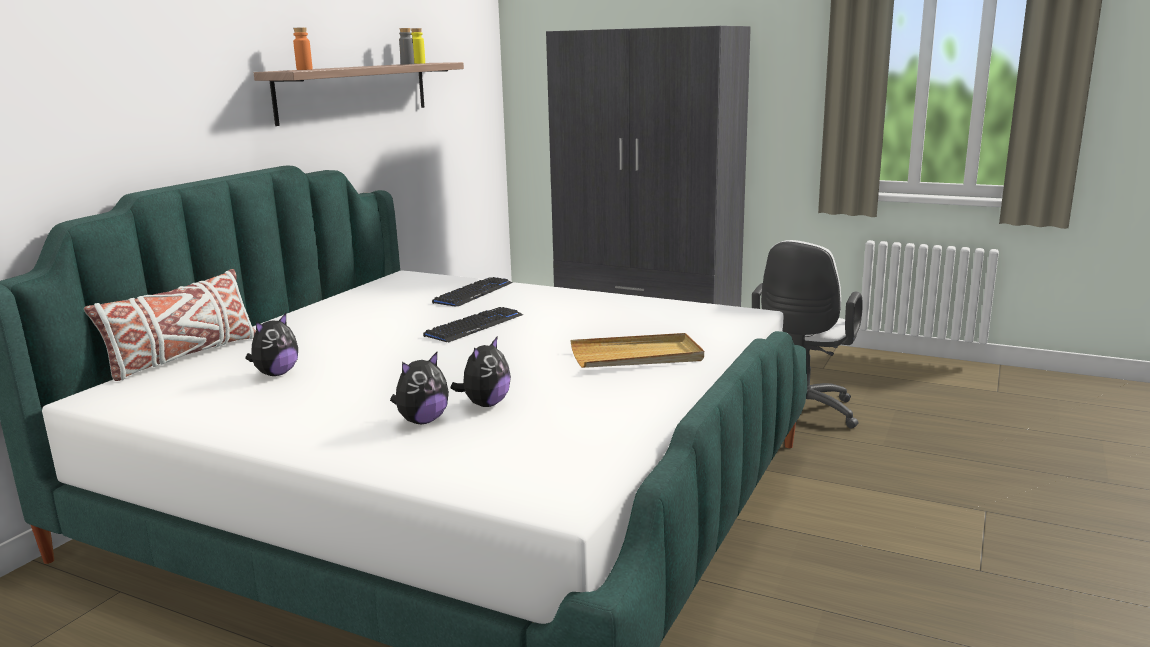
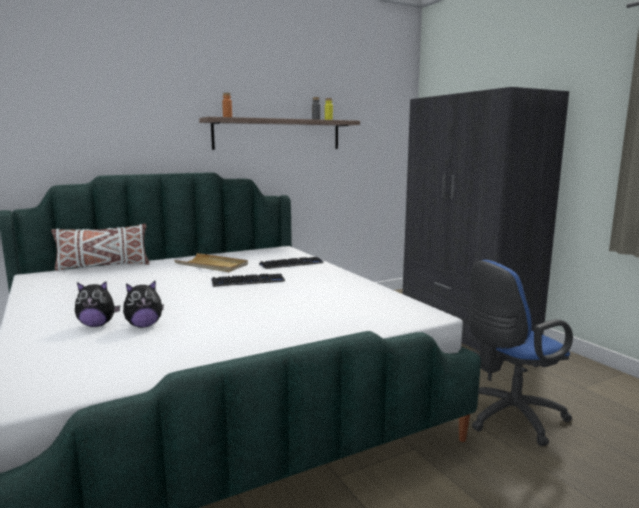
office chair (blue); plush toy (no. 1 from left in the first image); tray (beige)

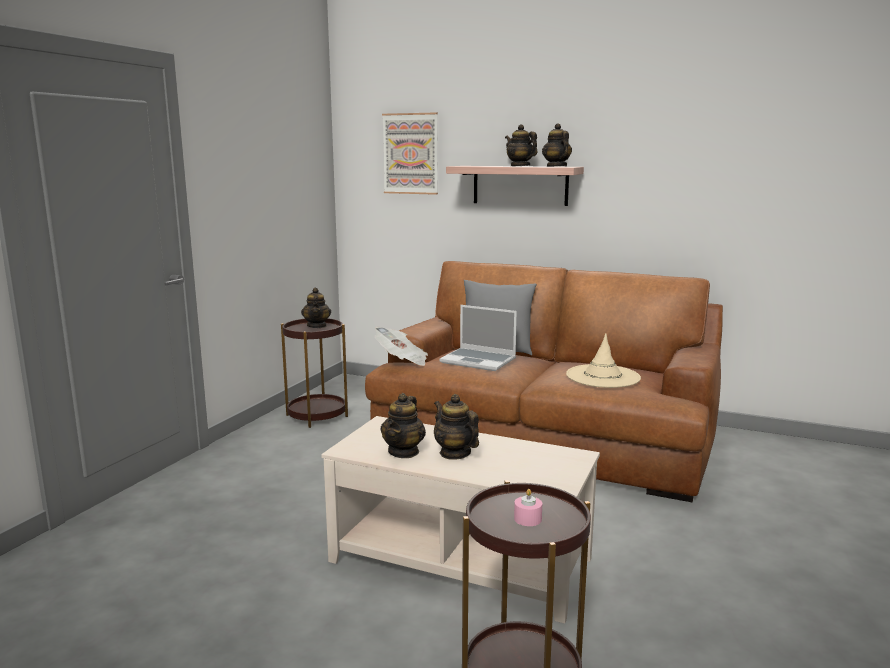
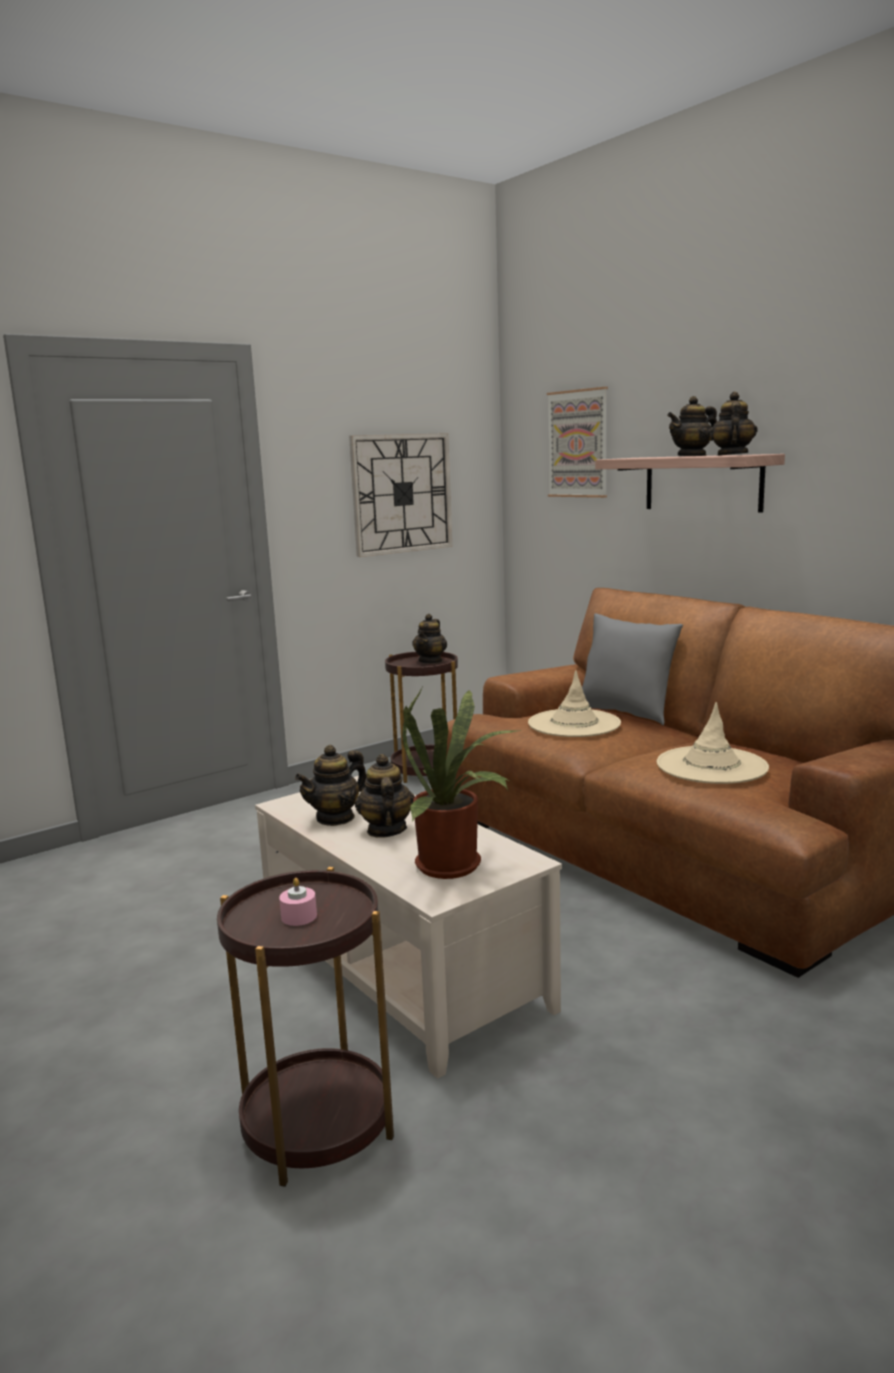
teapot (no. 4 from left); hat (beige) (no. 1 from left); newspaper; wall clock; potted plant

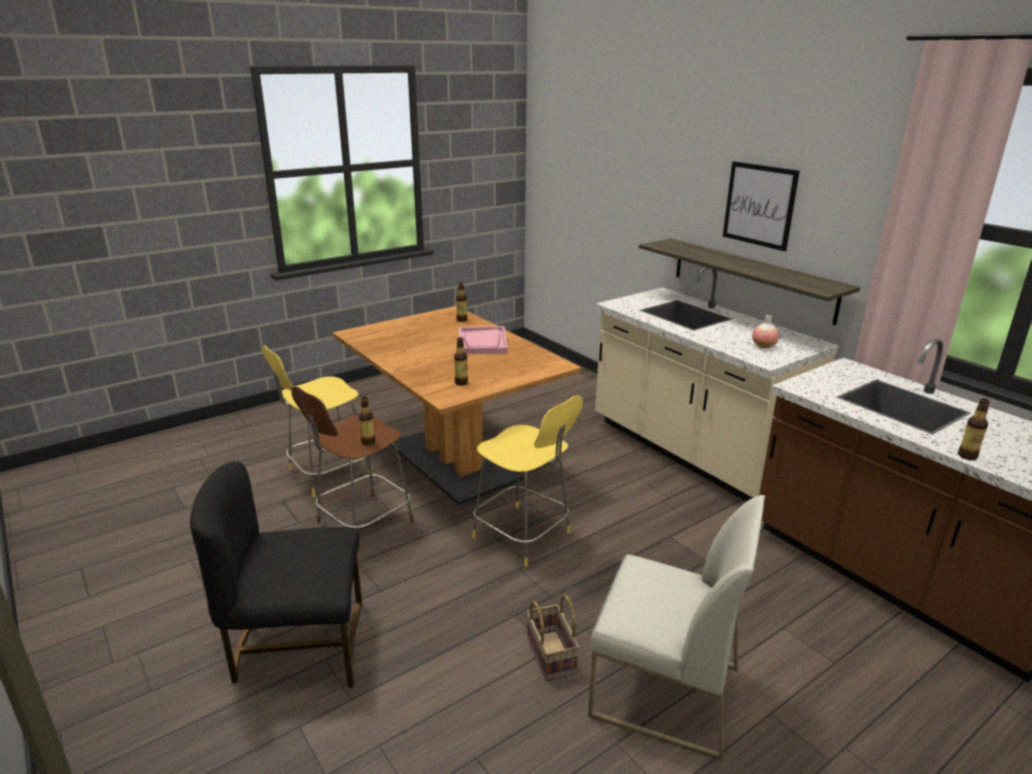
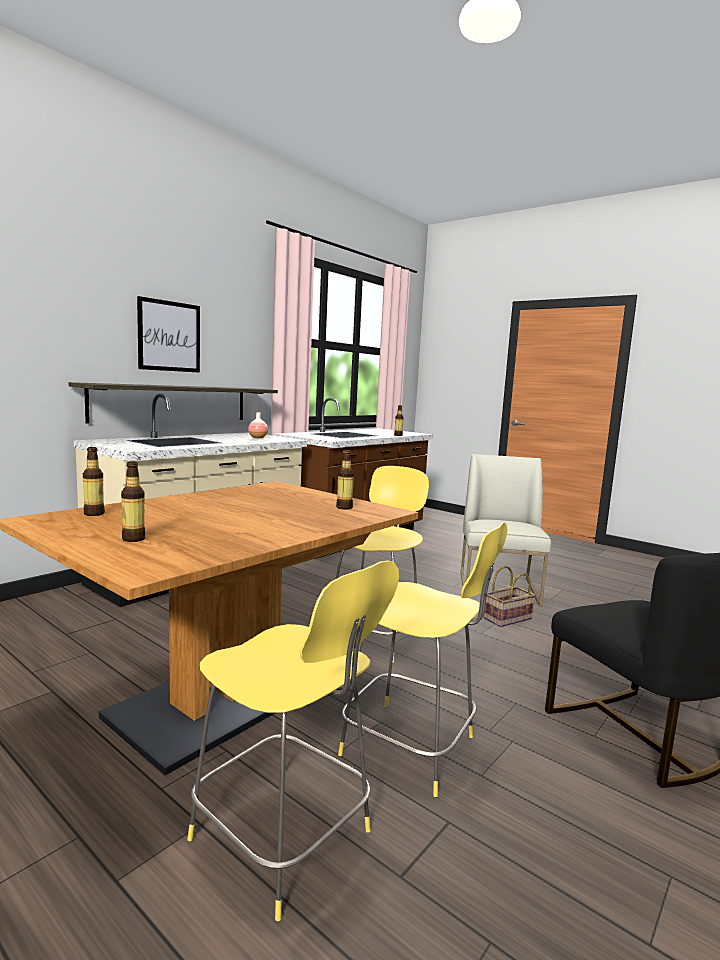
tray (pink); stool (yellow) (no. 3 from left); bottle (no. 2 from left)

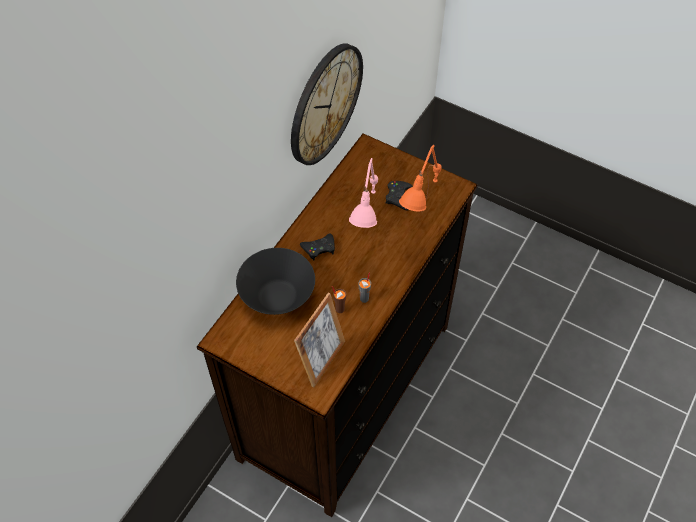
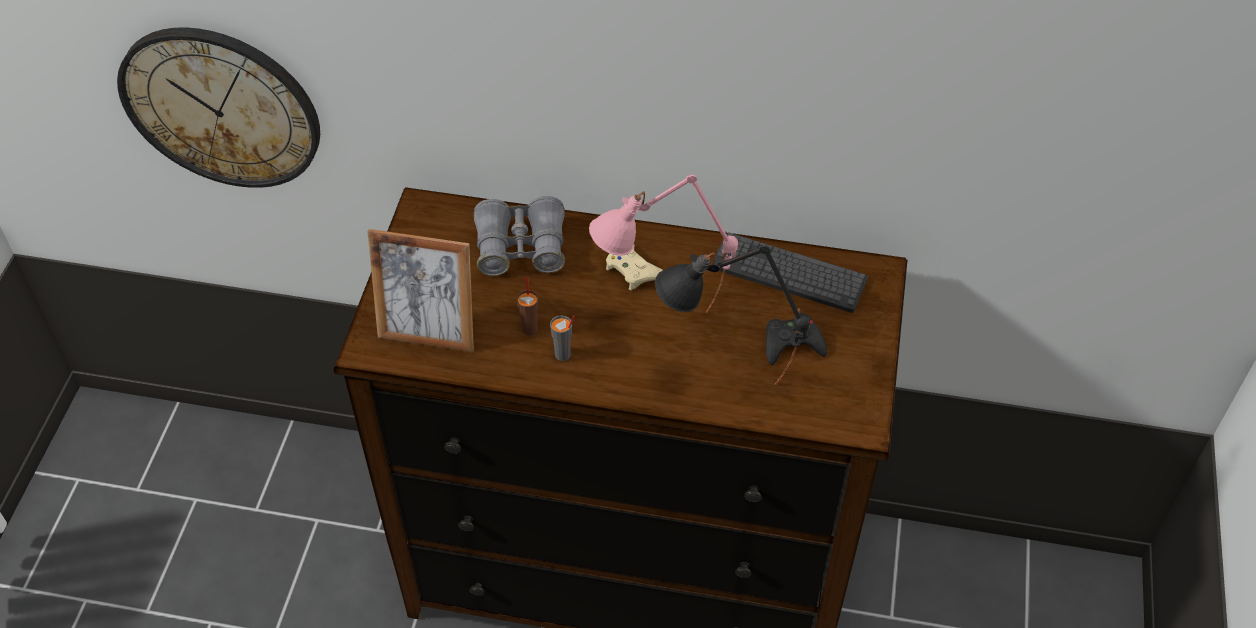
wall clock; table lamp (black); game controller (beige); binoculars (grey); keyboard

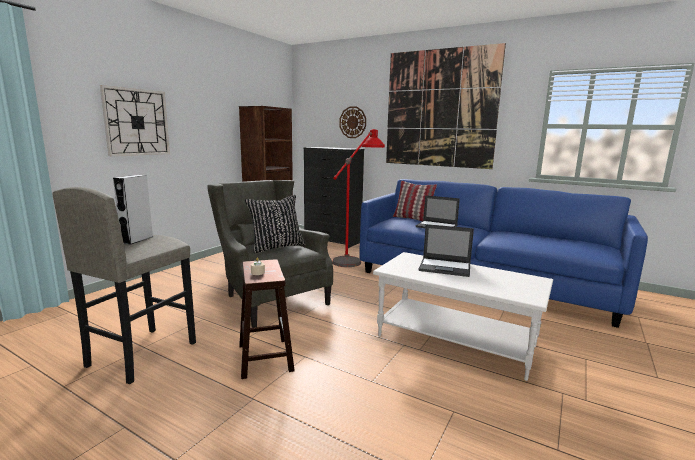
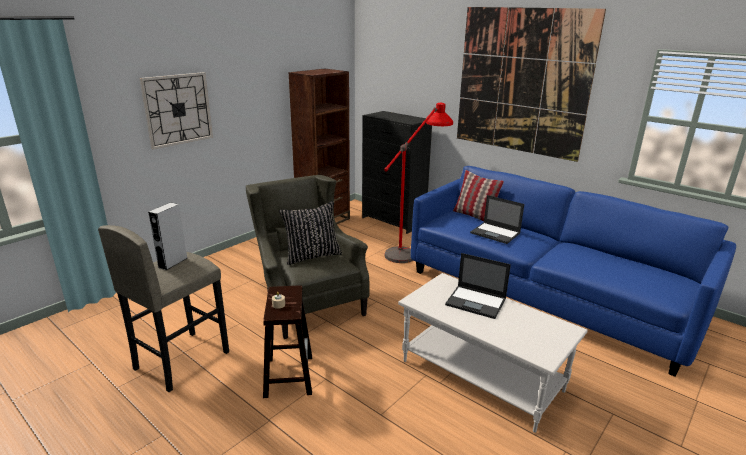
wall clock (no. 2 from left in the first image)

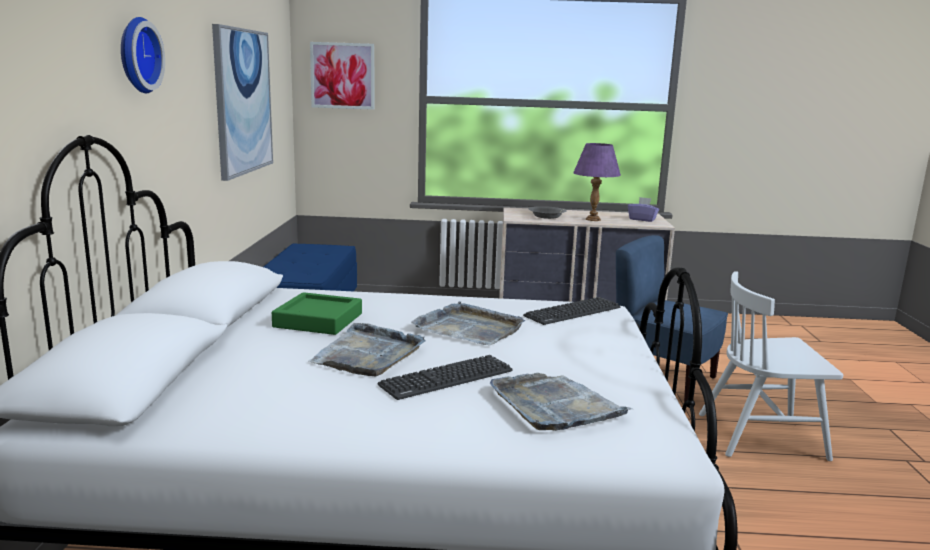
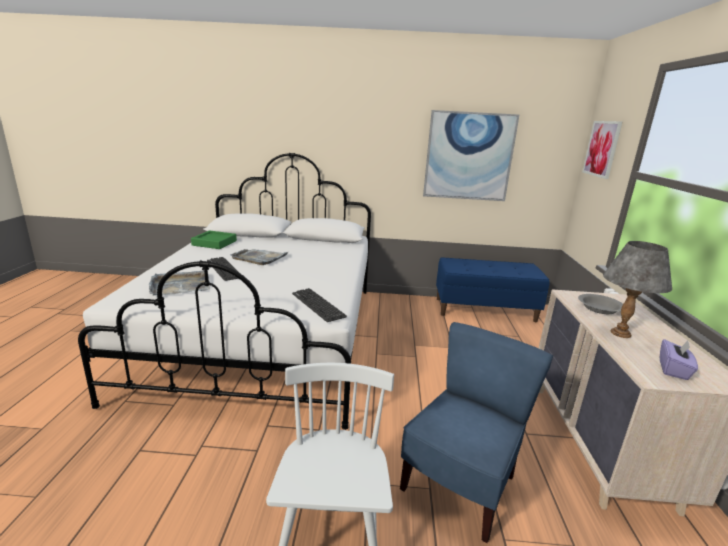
wall clock; table lamp (grey); tray (green); tray (grey) (no. 2 from left in the first image)

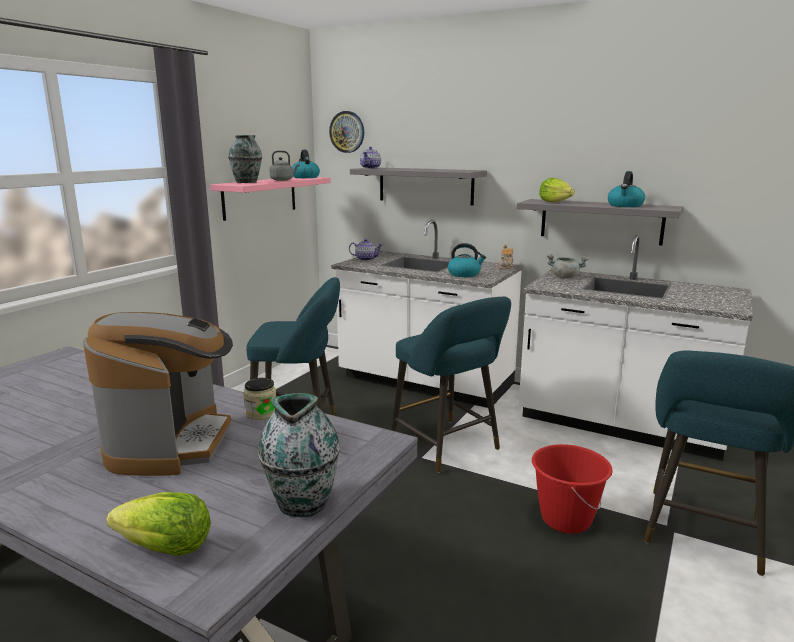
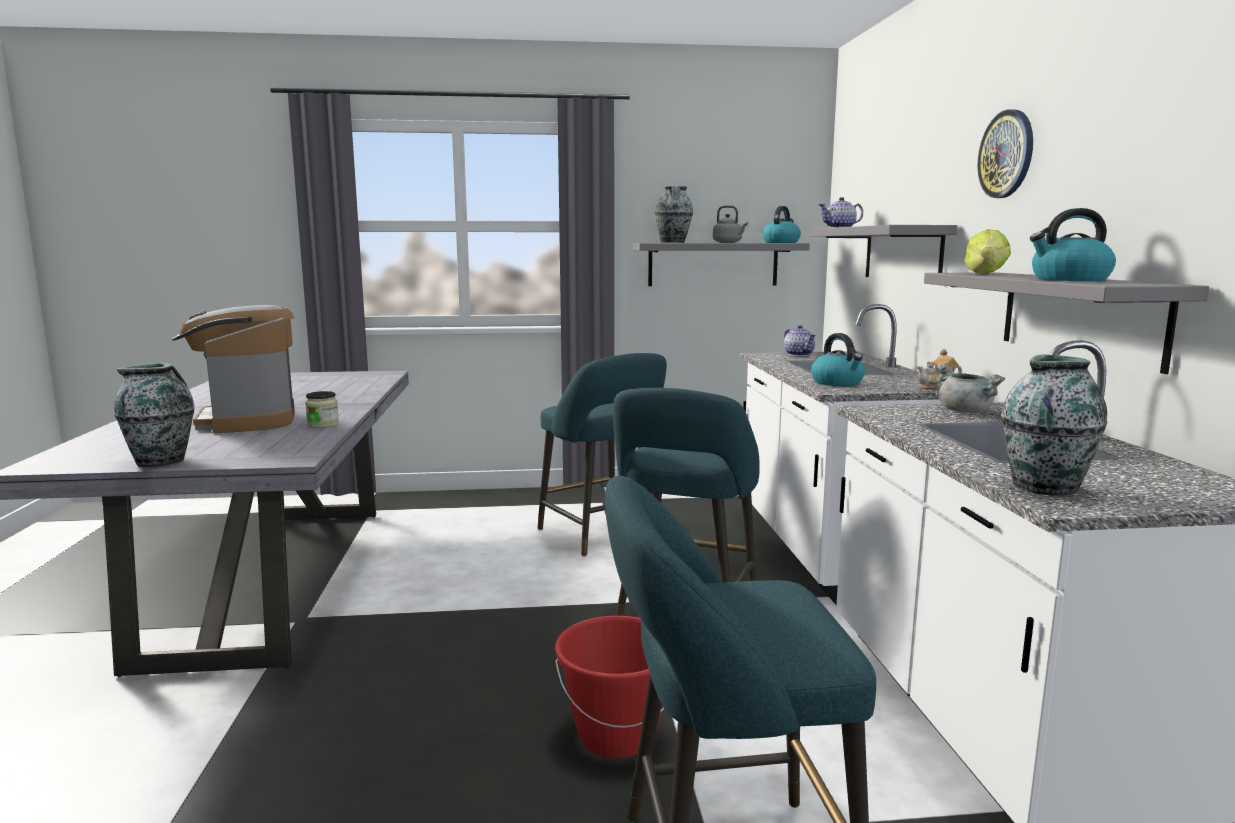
wall clock; shelf (grey) (no. 1 from left); coffee machine; lettuce (no. 1 from left in the first image); vase (no. 3 from left)

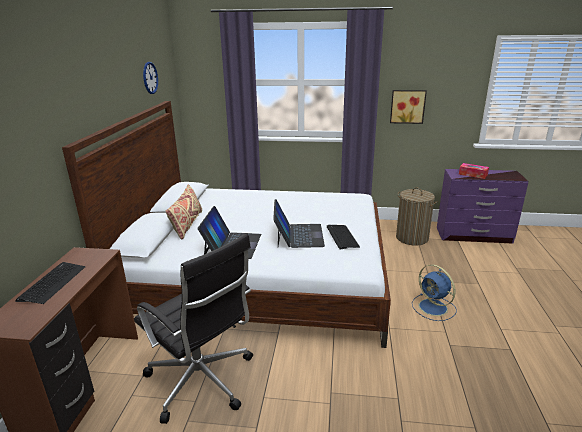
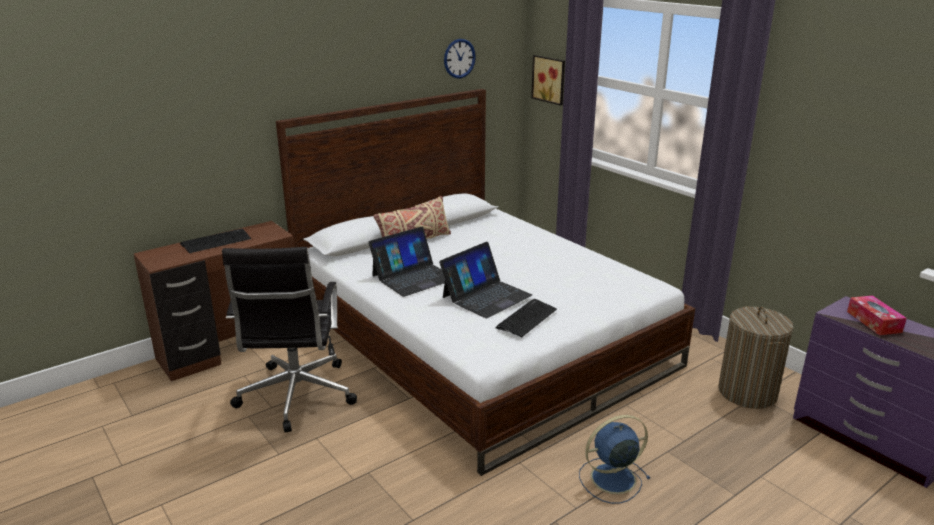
picture; fan (blue)

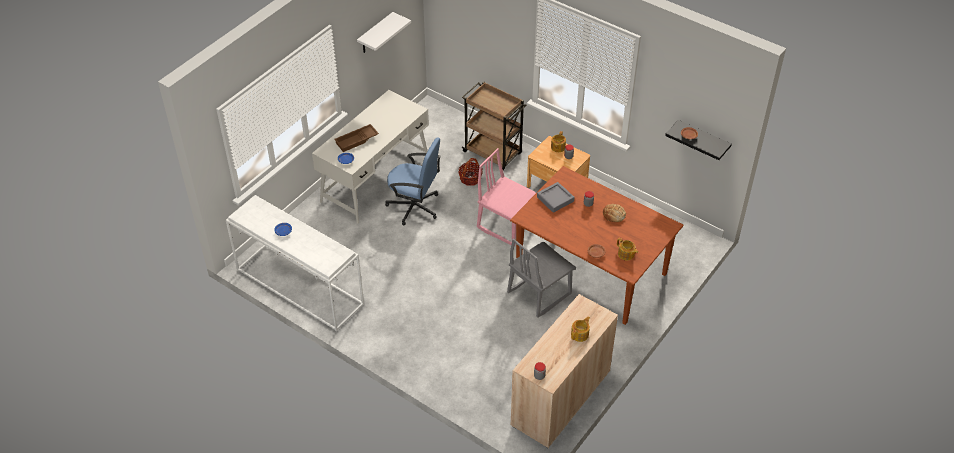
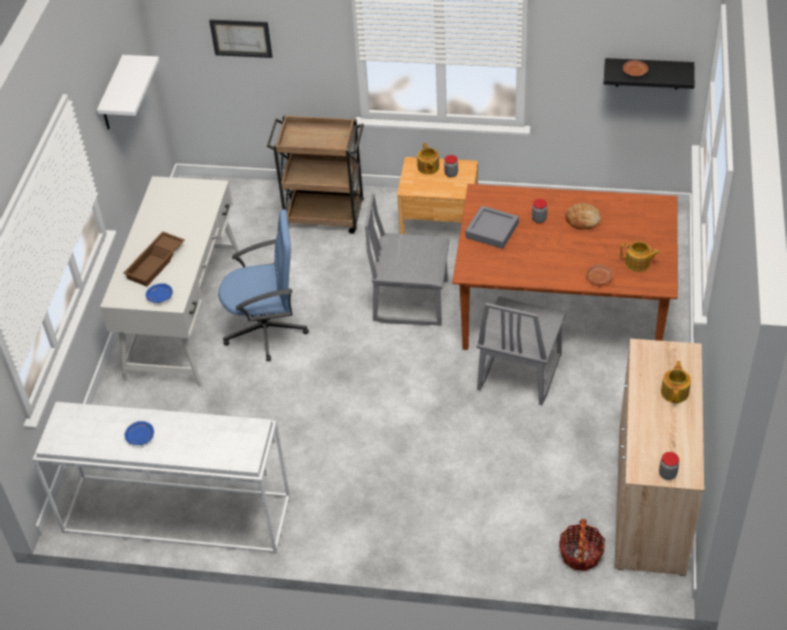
chair (grey) (no. 1 from left); basket; picture

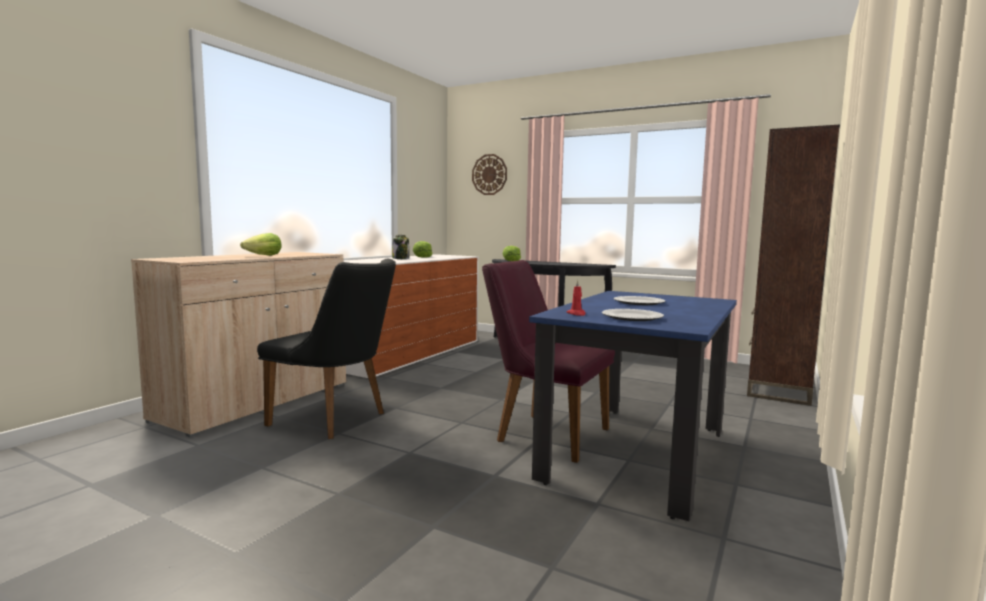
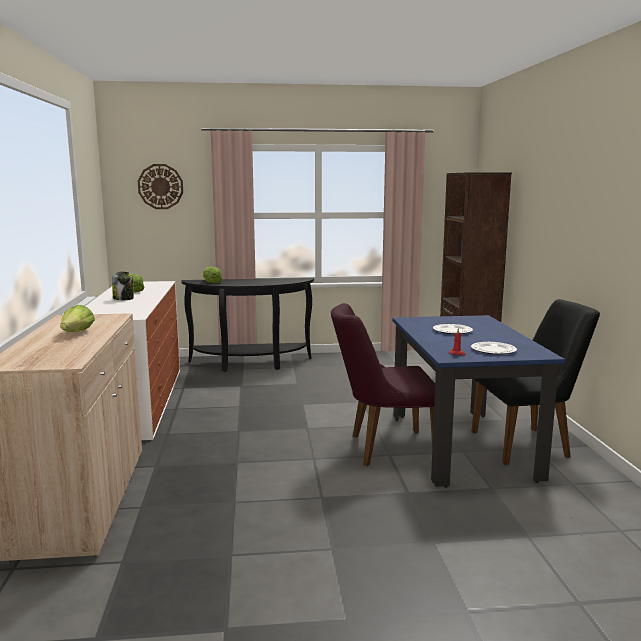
chair (black)

